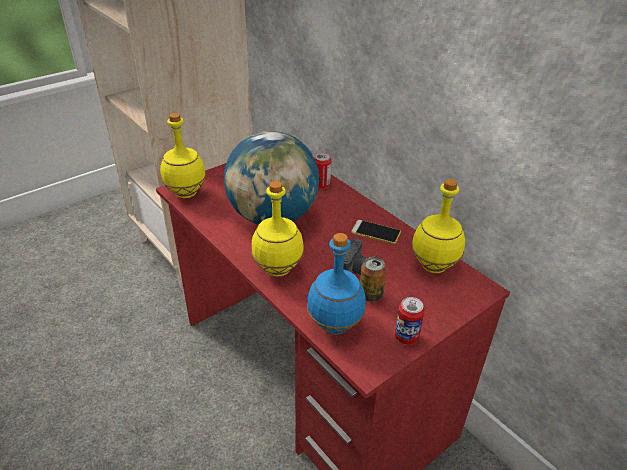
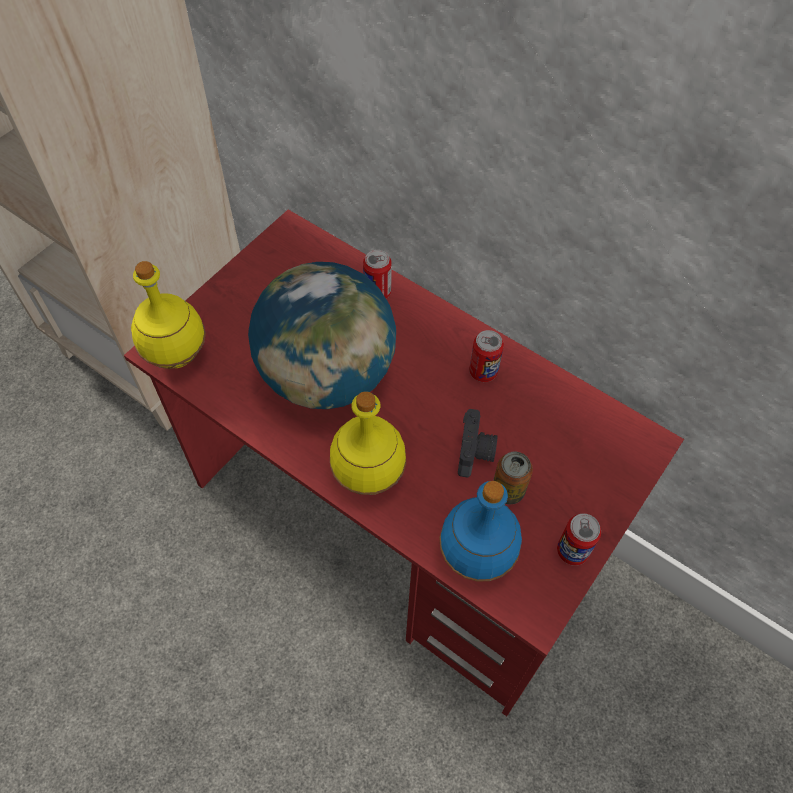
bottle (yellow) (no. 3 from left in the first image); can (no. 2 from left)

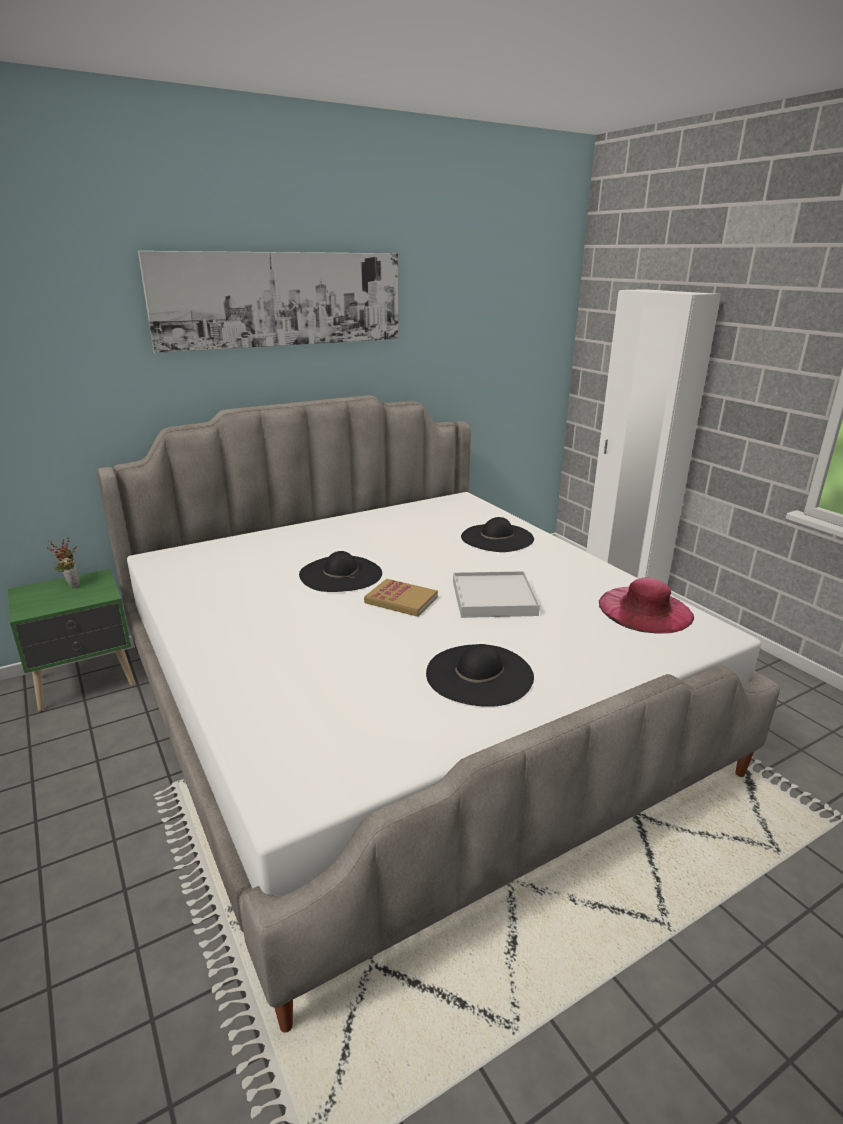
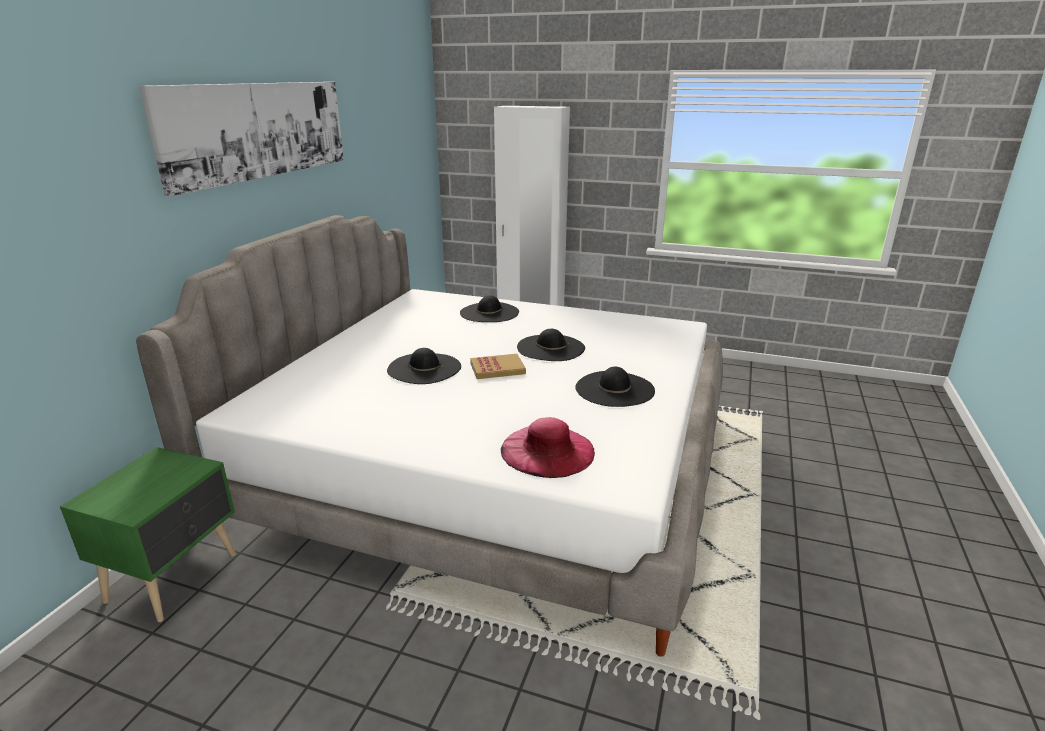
potted plant; hat (black) (no. 3 from left); hat (pink)

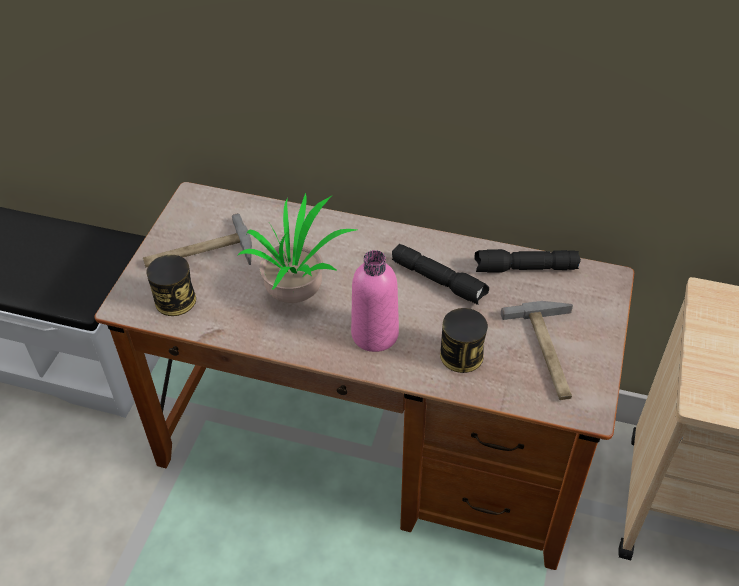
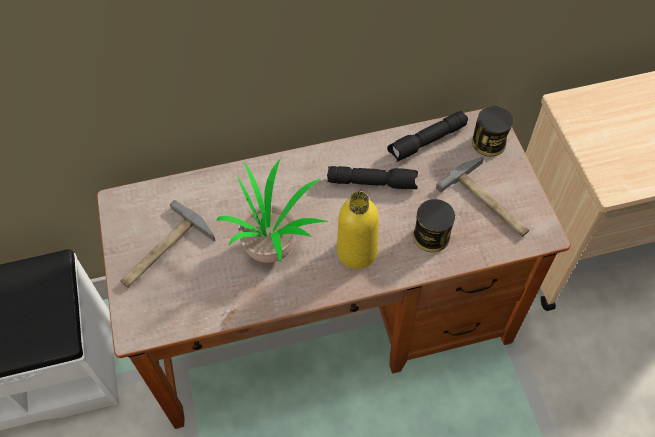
bottle (yellow); can (no. 2 from left)

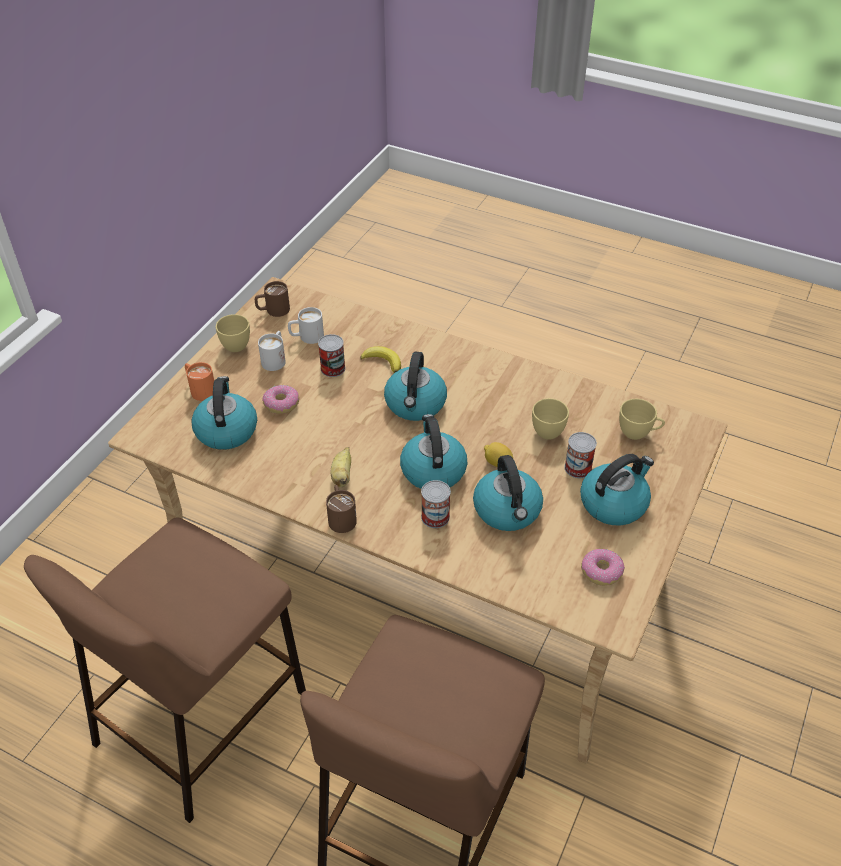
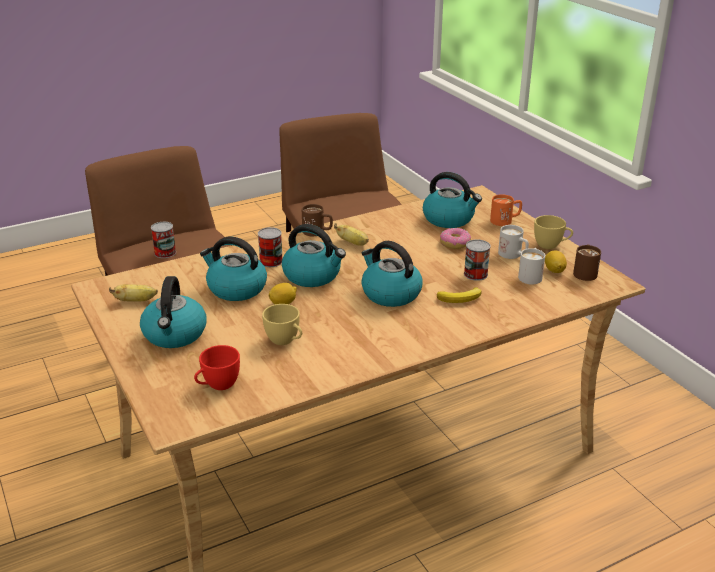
cup (red); can (no. 1 from left); banana (no. 1 from left); lemon (no. 2 from left)

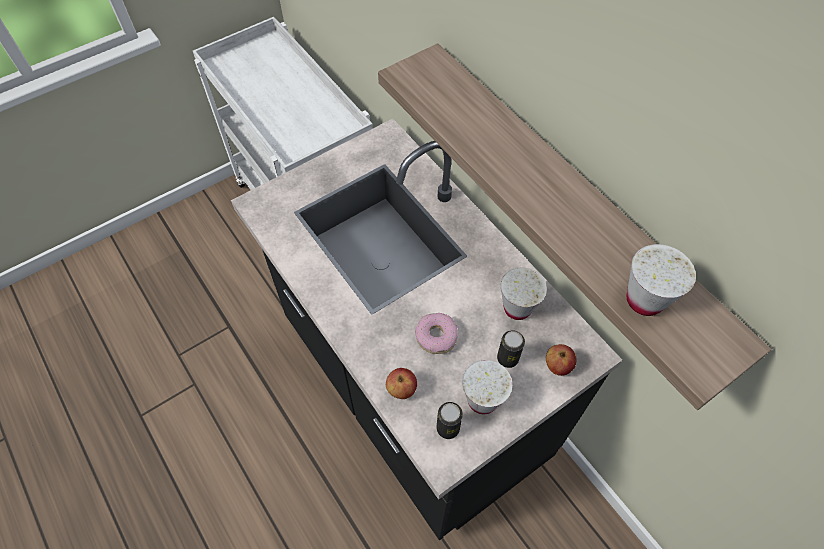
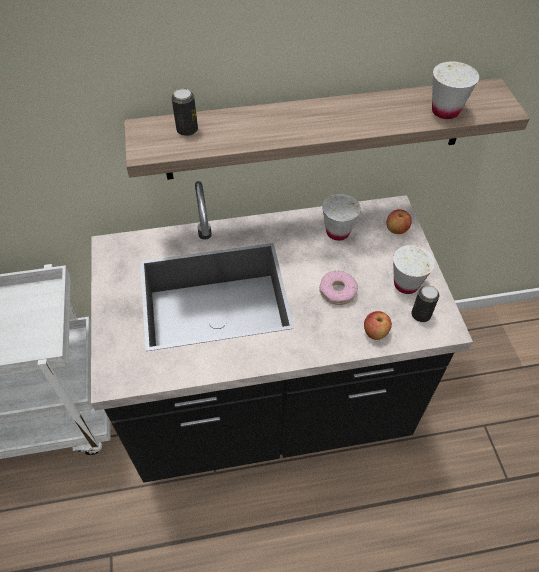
can (no. 1 from left)

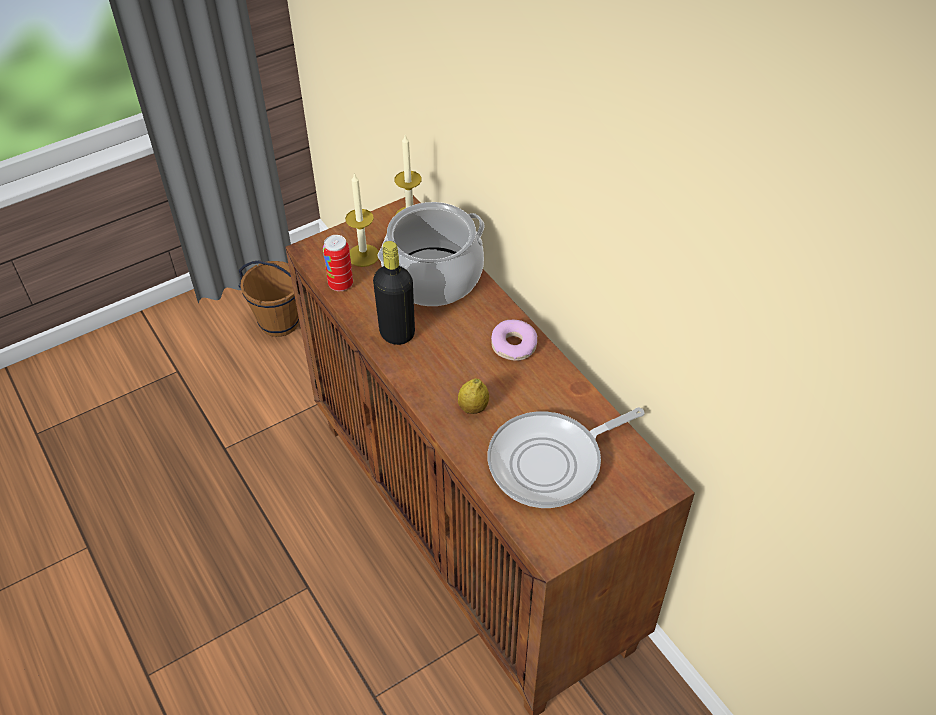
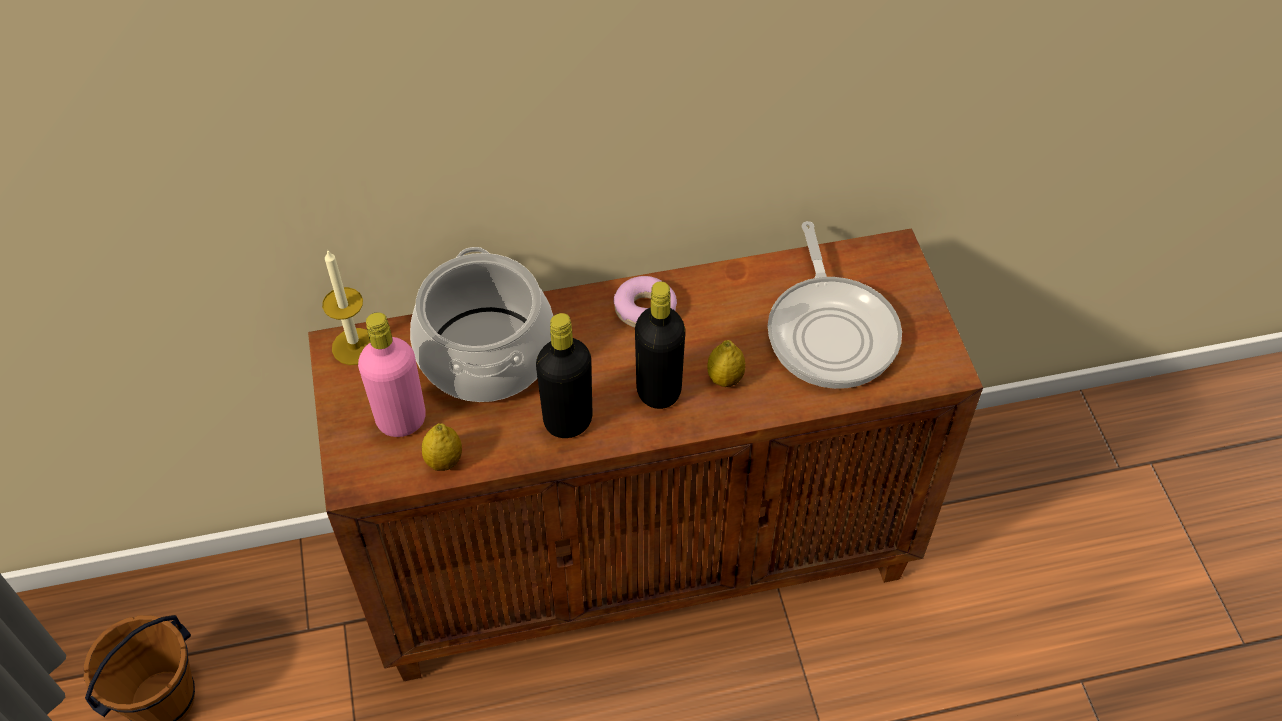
bottle (pink); lemon (no. 1 from left); bottle (black) (no. 2 from left)

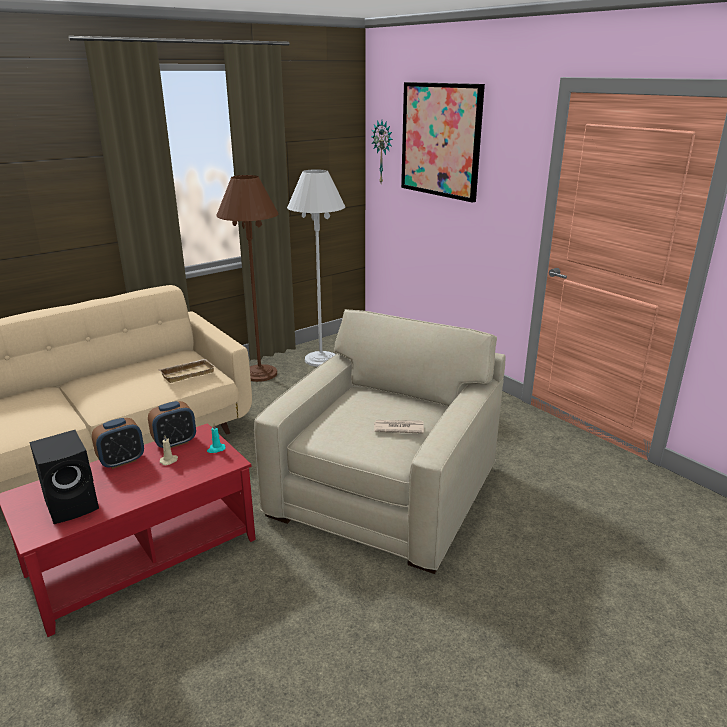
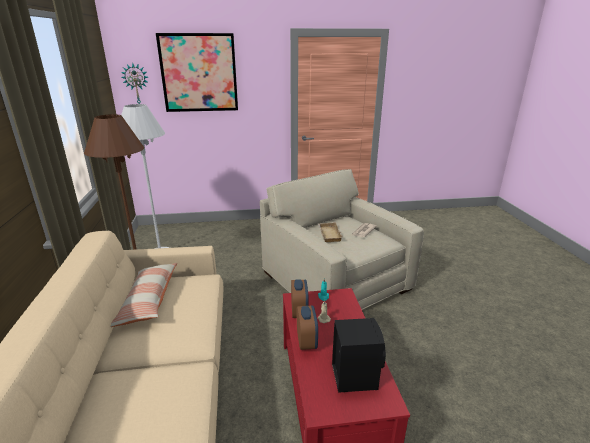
tray (beige); pillow

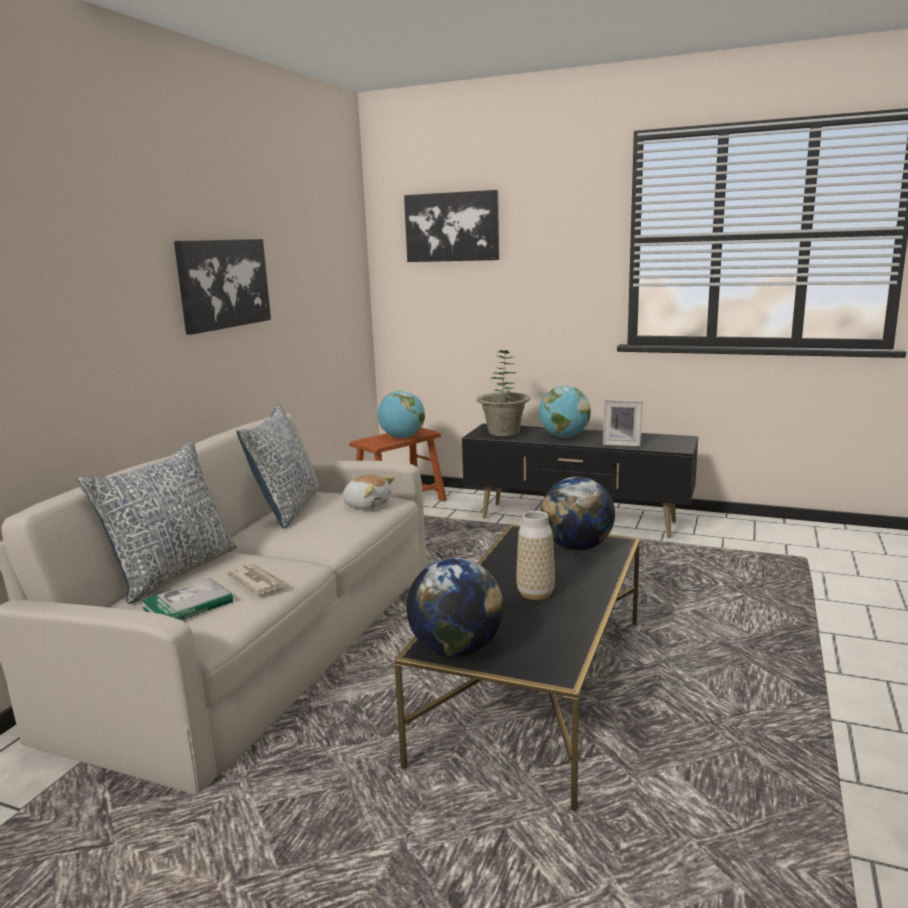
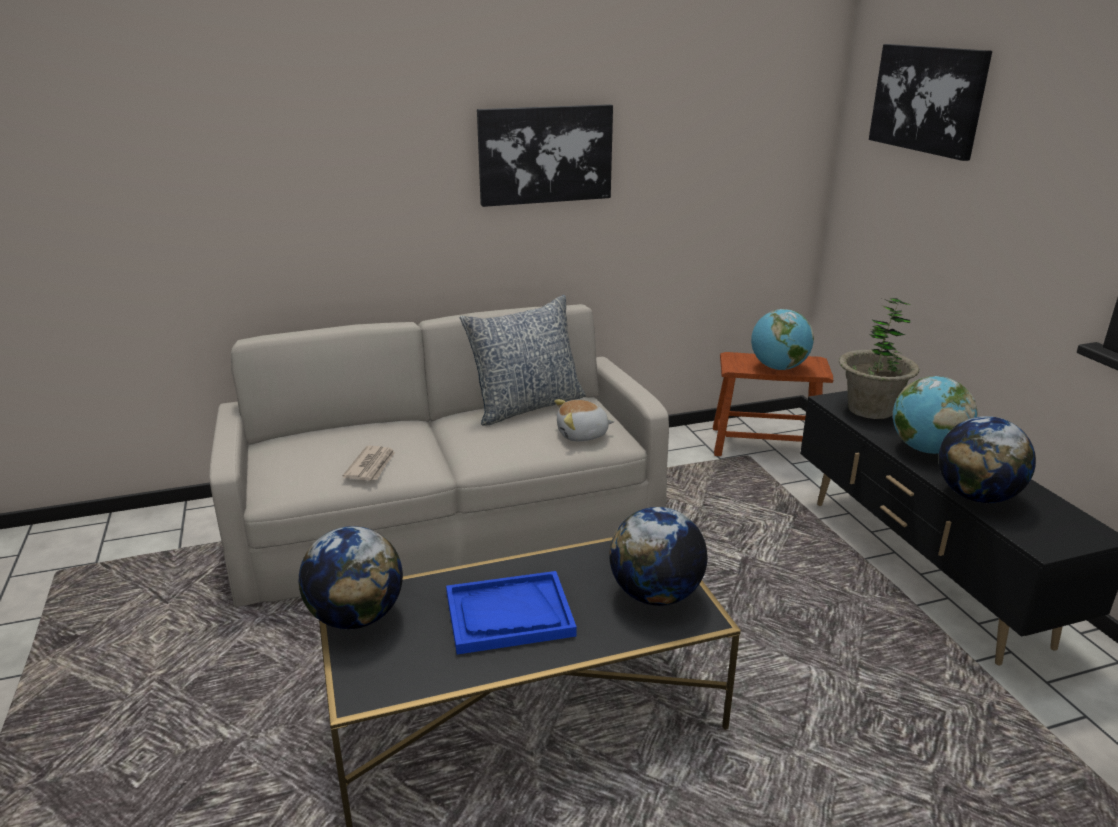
globe (no. 5 from left); pillow (no. 1 from left in the first image); plush toy; tray (blue); book

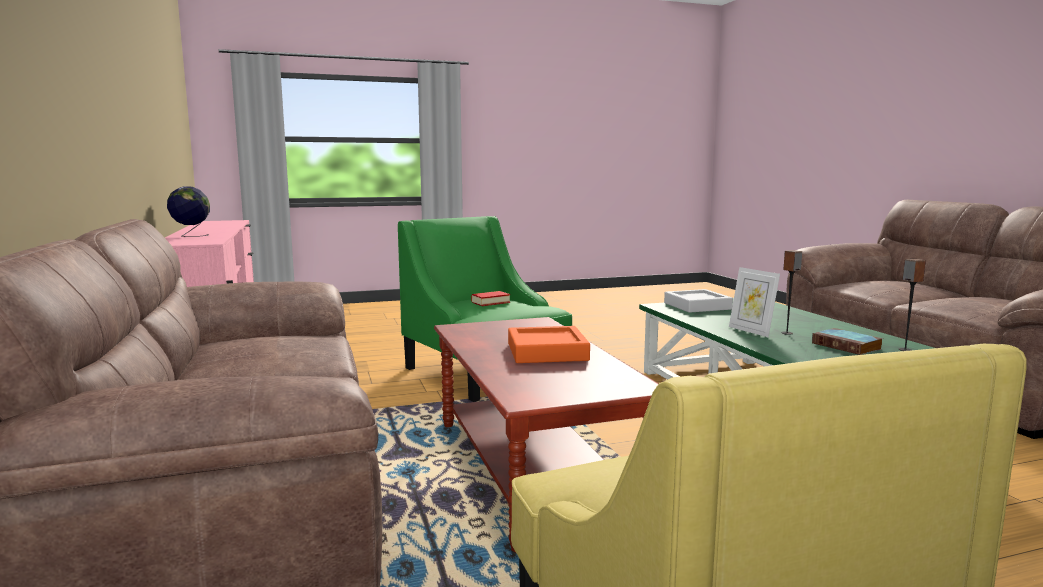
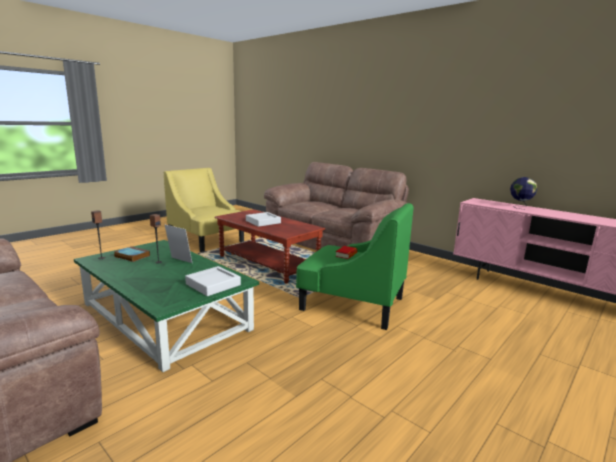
tray (grey) (no. 2 from left)

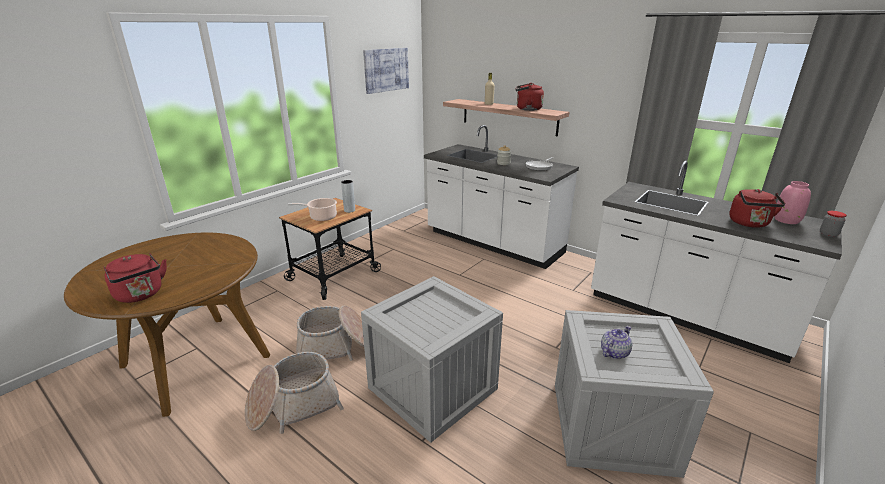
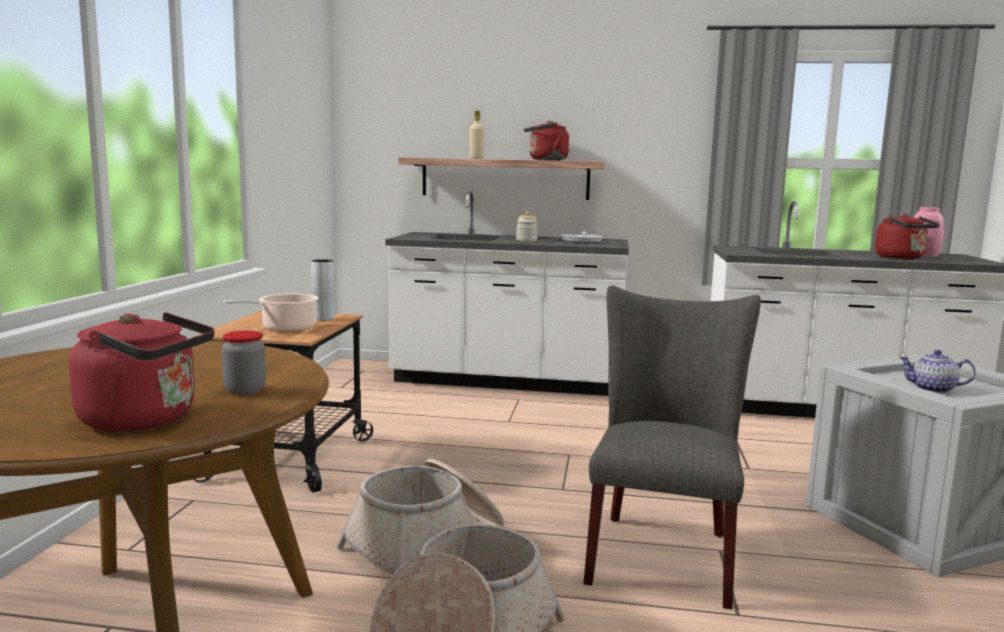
picture; jar (no. 1 from left); chair (grey); teapot

